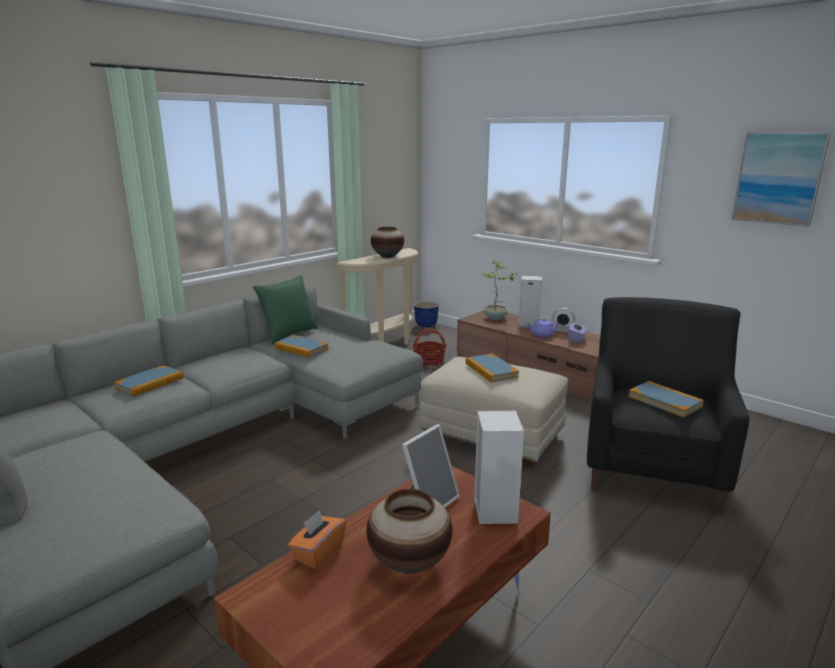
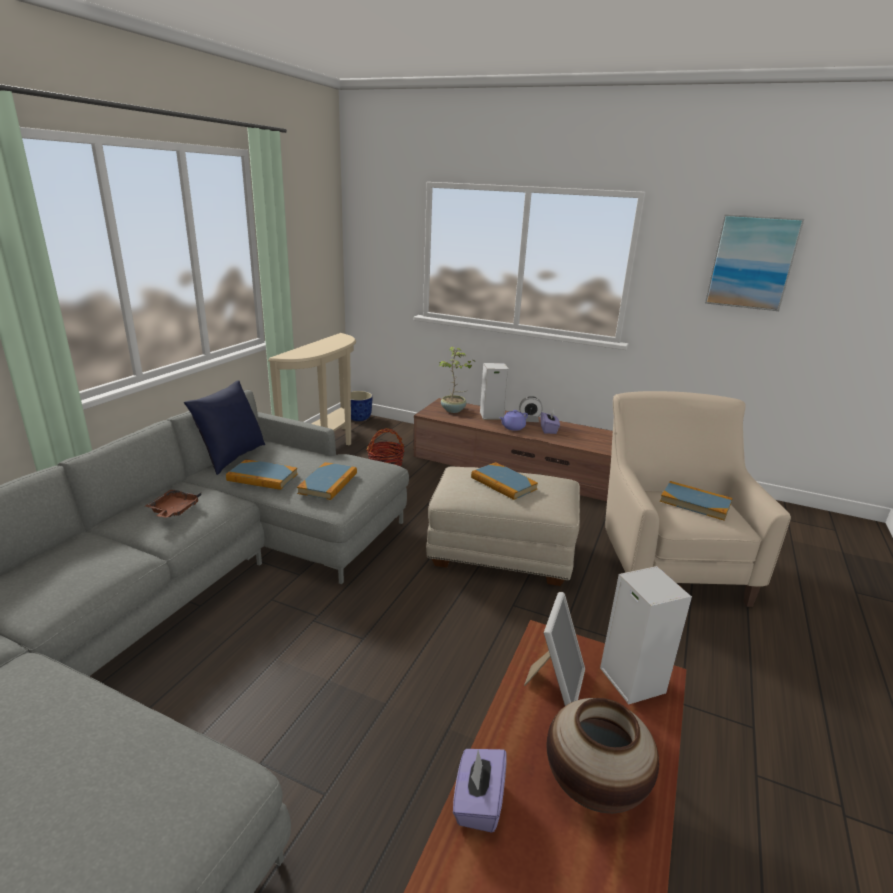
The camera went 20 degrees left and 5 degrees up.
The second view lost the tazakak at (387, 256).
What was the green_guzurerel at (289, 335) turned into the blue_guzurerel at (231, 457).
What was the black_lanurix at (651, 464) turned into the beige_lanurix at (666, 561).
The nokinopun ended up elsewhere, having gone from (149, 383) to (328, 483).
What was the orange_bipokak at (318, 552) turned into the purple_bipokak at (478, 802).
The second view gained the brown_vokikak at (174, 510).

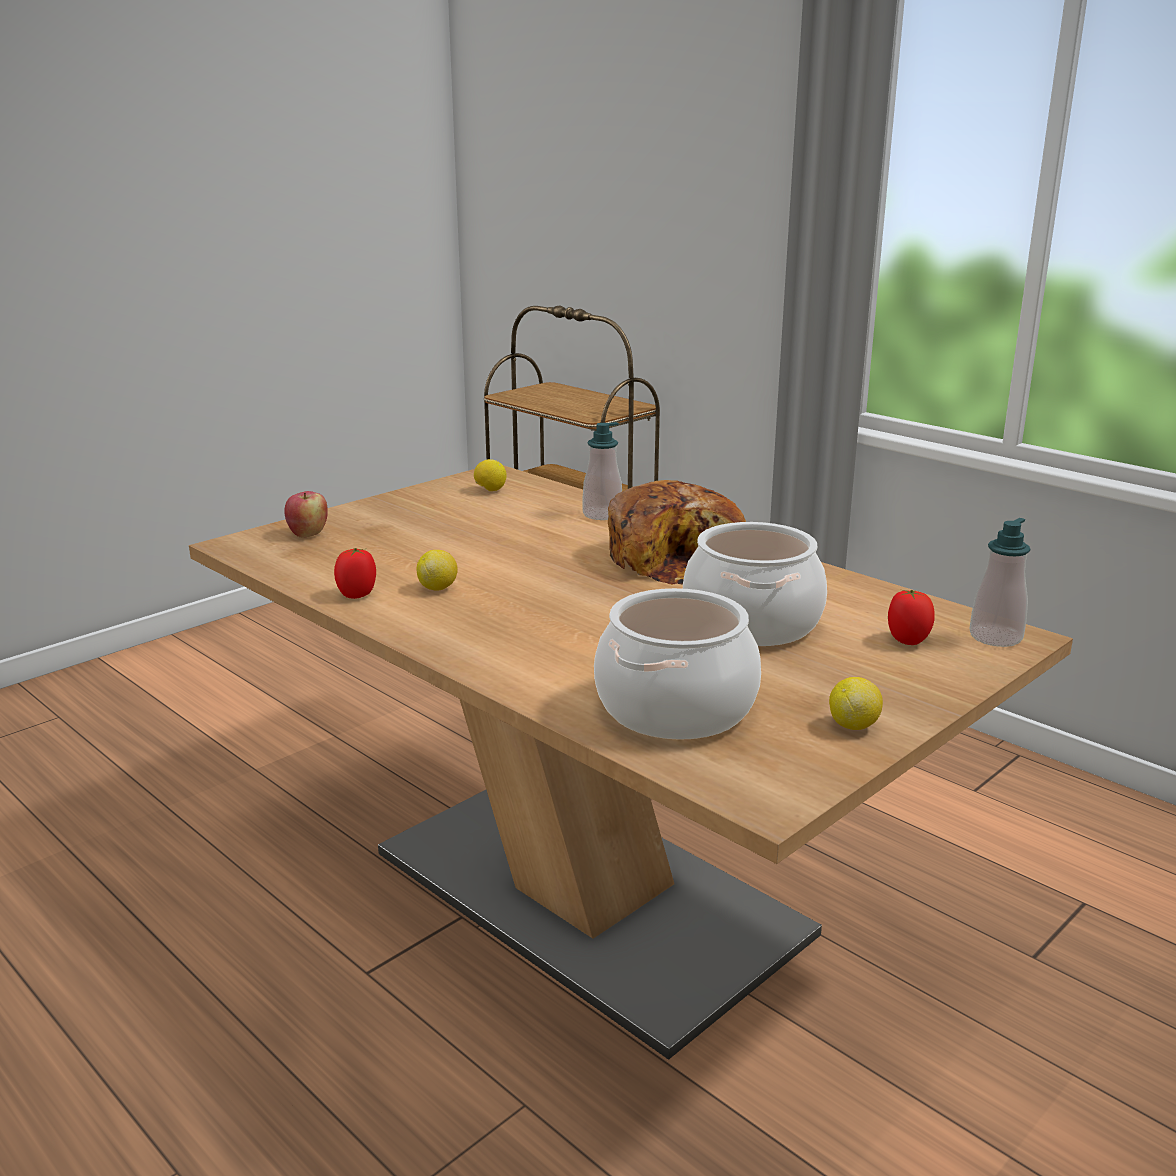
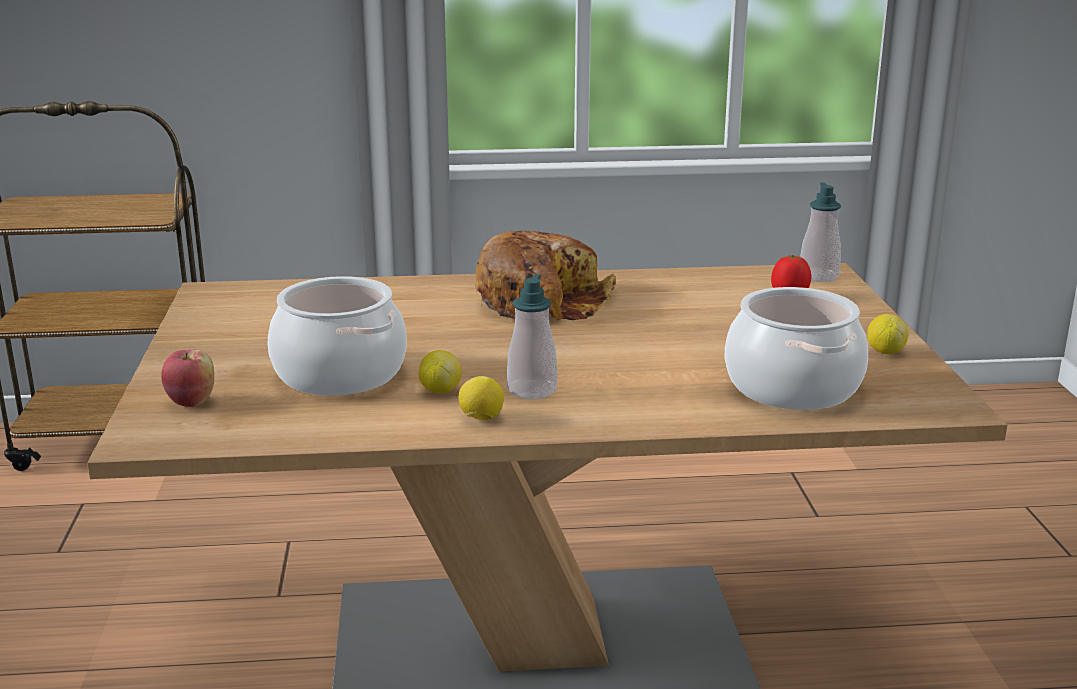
The camera went 50 degrees left and 0 degrees up.
The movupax ended up elsewhere, having gone from (602, 514) to (532, 390).
The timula ended up elsewhere, having gone from (490, 490) to (481, 418).
The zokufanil ended up elsewhere, having gone from (753, 623) to (341, 374).
The second view lost the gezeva at (357, 595).

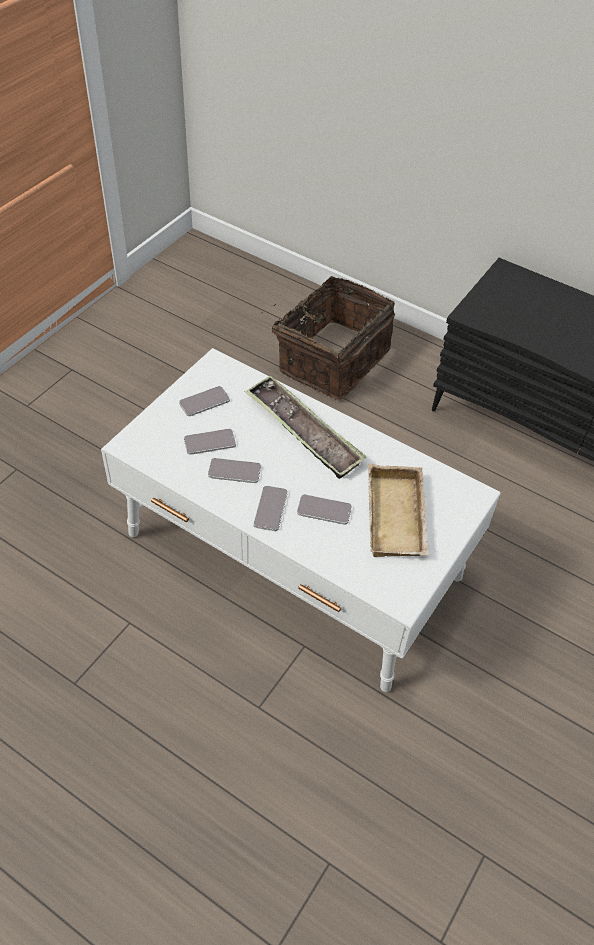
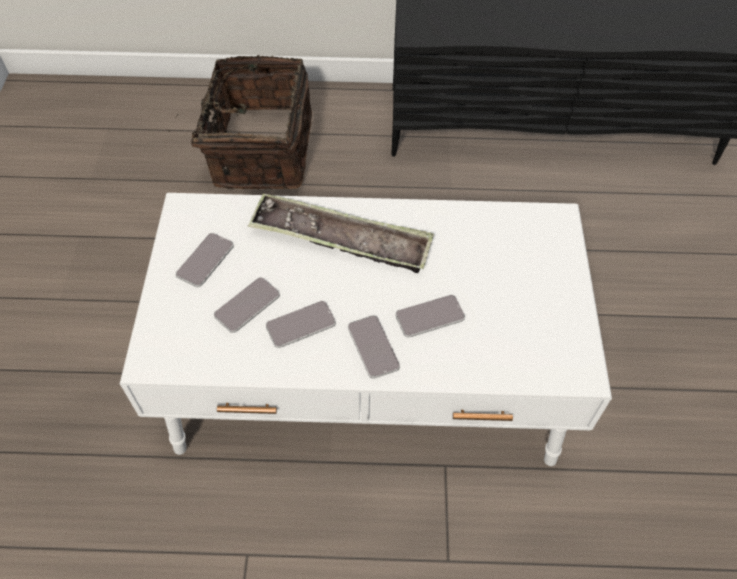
The camera went 30 degrees left and 5 degrees up.
The second view lost the beige_vokikak at (398, 518).

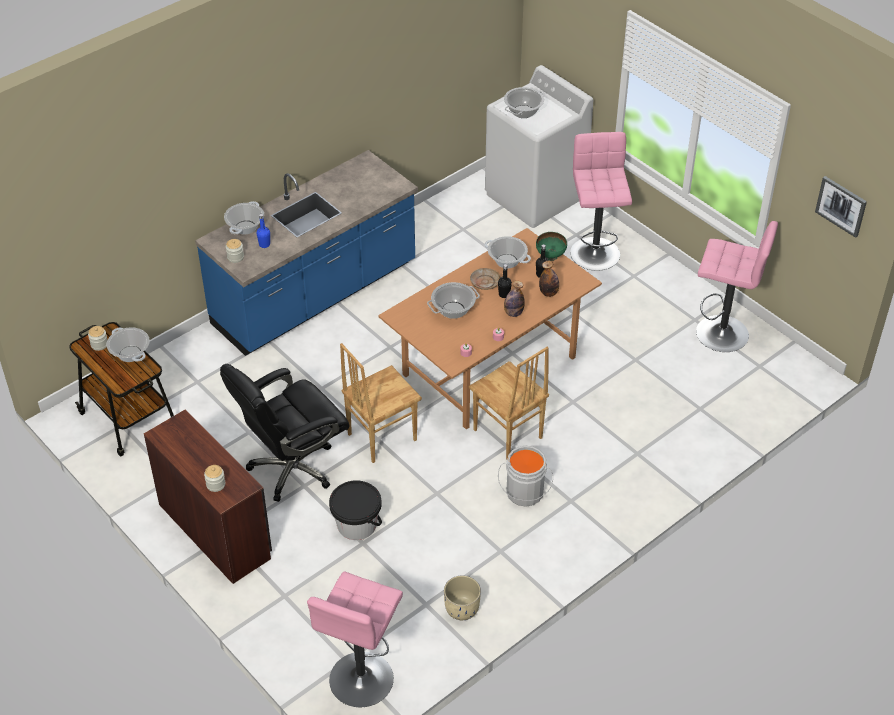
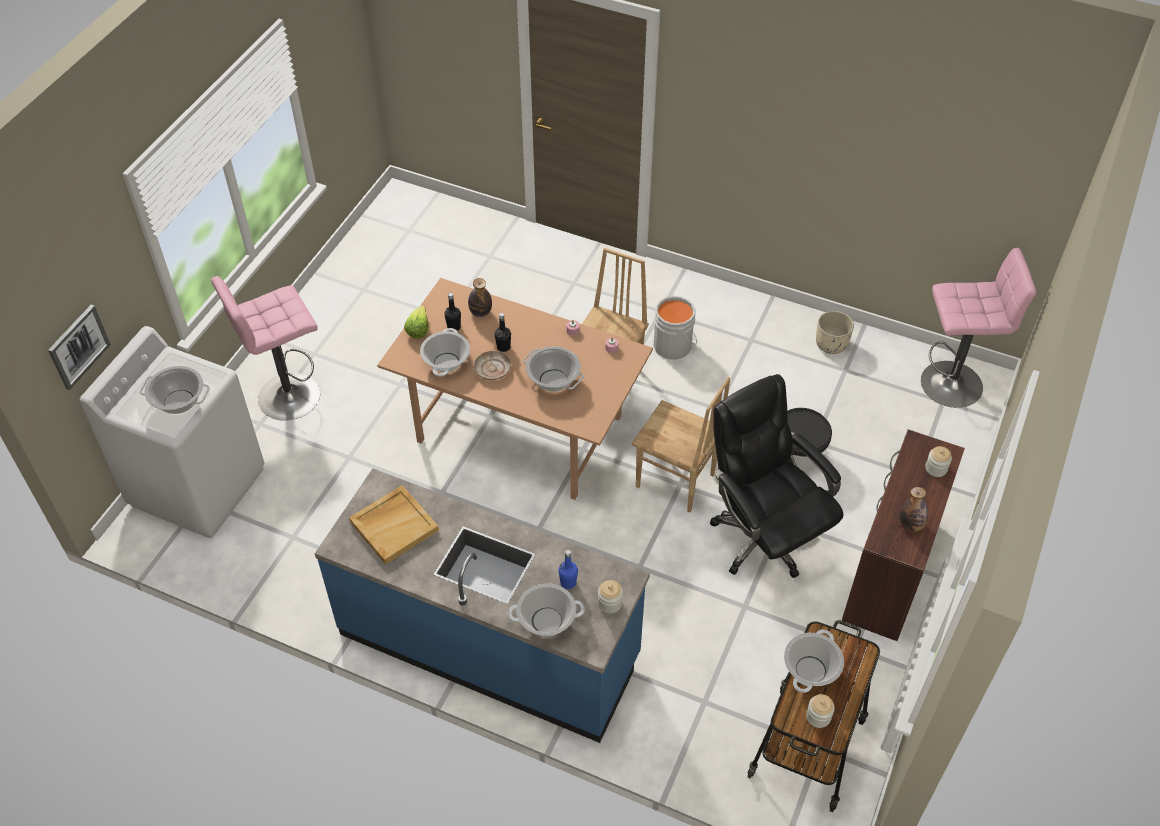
The camera went 115 degrees left and 5 degrees up.
The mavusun ended up elsewhere, having gone from (841, 206) to (78, 346).
The second view lost the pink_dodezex at (722, 334).
Where the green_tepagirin stood at (550, 256), the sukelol came to stand at (418, 329).
The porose ended up elsewhere, having gone from (513, 313) to (910, 525).
The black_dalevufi at (294, 466) ended up facing another way, 150 degrees counterclockwise from before.
The second view gained the beige_vokikak at (394, 525).

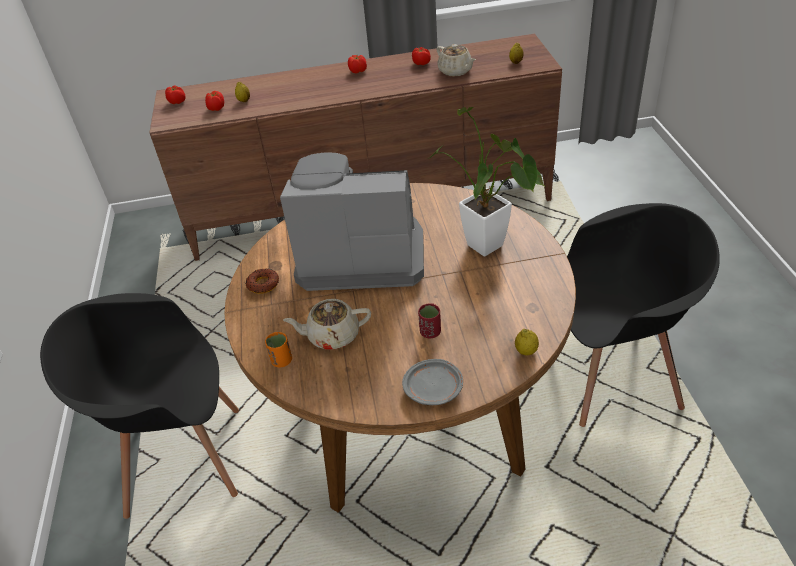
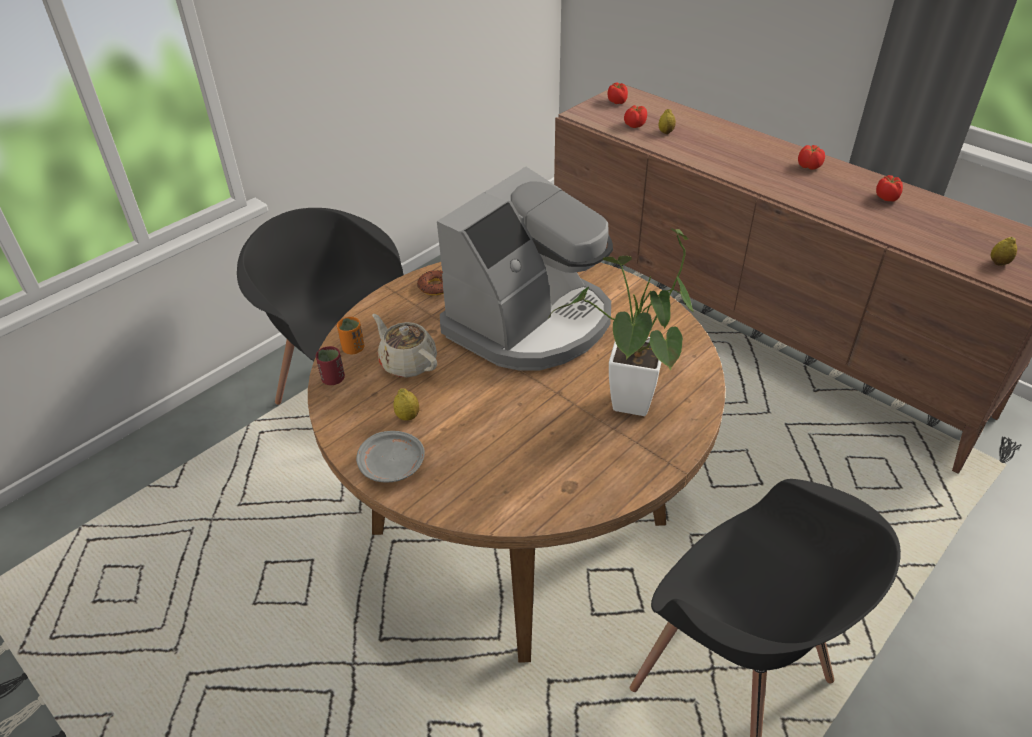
The camera went 50 degrees right and 0 degrees up.
The second view lost the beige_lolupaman at (455, 71).
The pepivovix at (360, 254) ended up facing another way, 75 degrees clockwise from before.
The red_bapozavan ended up elsewhere, having gone from (430, 332) to (333, 379).
The timula ended up elsewhere, having gone from (526, 351) to (407, 416).

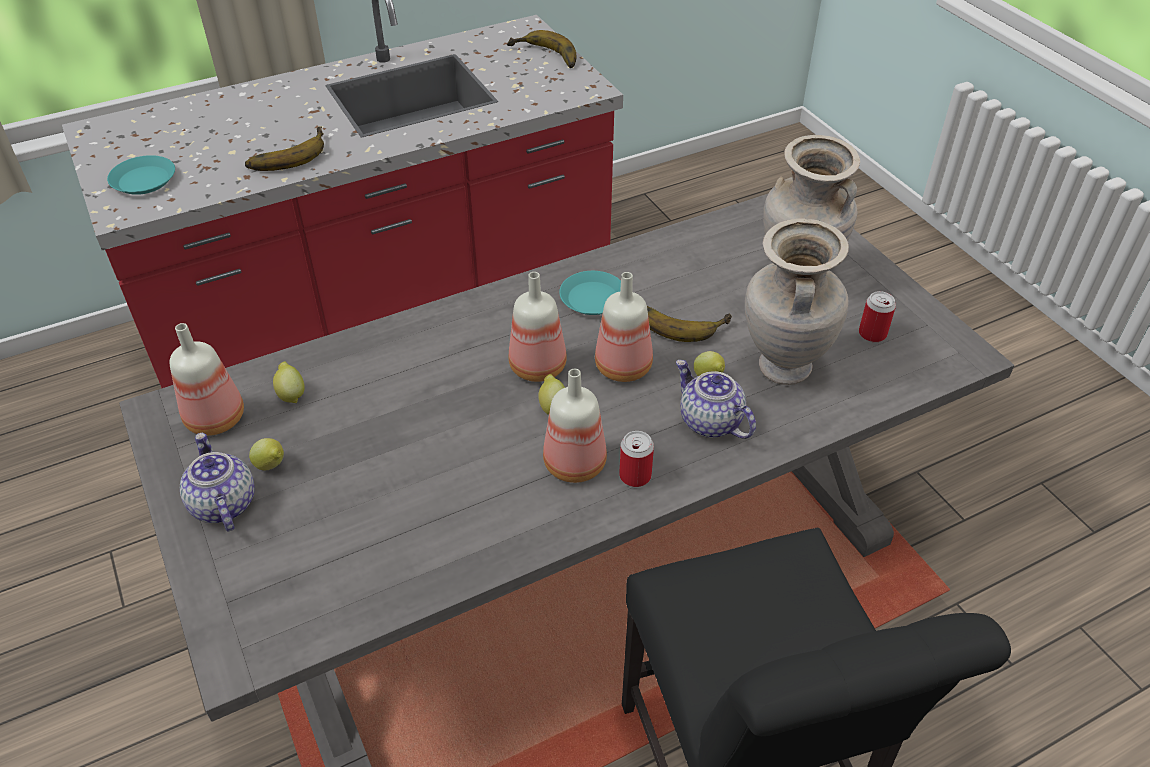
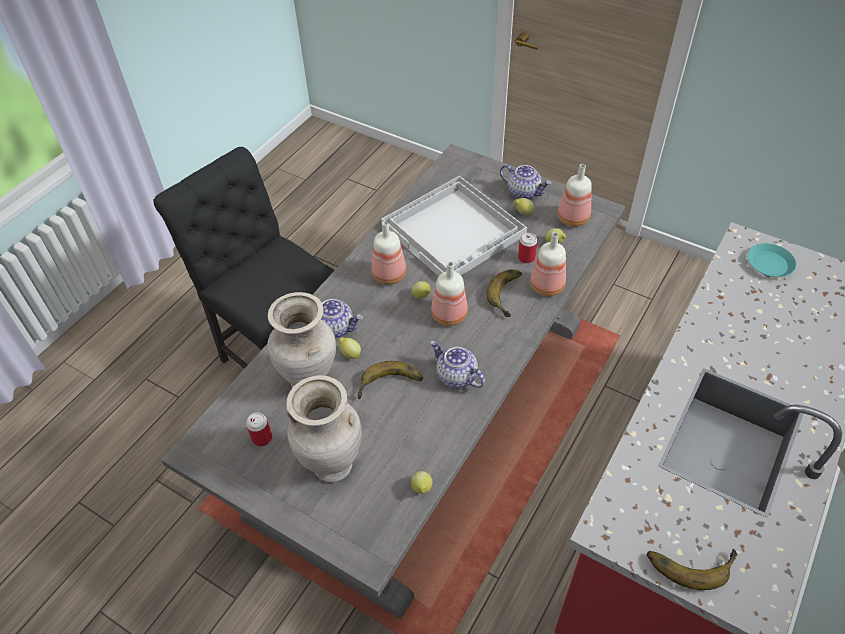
The camera went 150 degrees right and 5 degrees up.
The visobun ended up elsewhere, having gone from (286, 154) to (510, 294).
Where the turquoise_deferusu stood at (592, 298), the lolupaman came to stand at (456, 377).
The porose ended up elsewhere, having gone from (624, 366) to (546, 287).
The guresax ended up elsewhere, having gone from (635, 476) to (526, 258).
The second view gained the white_vokikak at (455, 230).
The second view gained the timula at (422, 489).

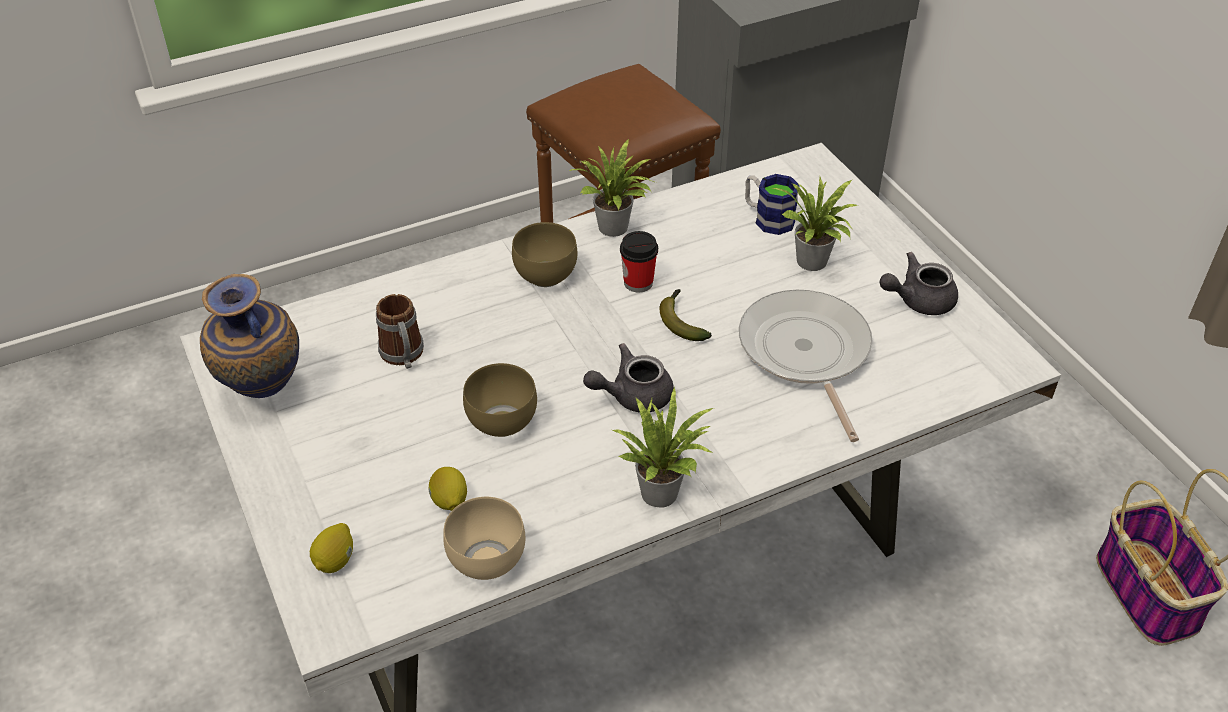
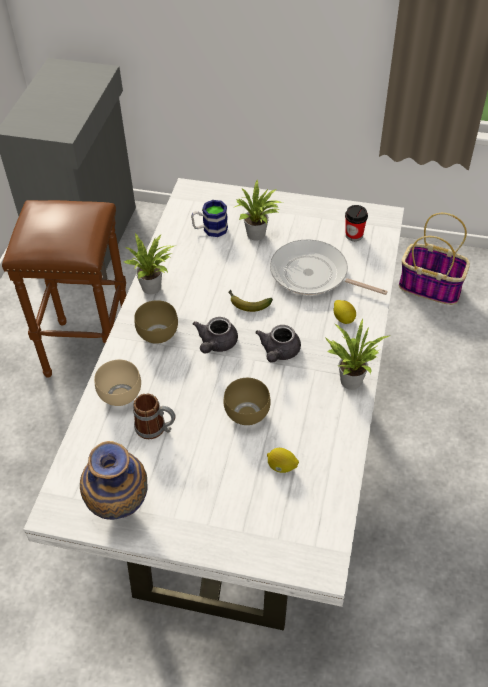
The camera went 50 degrees left and 5 degrees up.
The bapozavan ended up elsewhere, having gone from (638, 282) to (354, 235).
The grey_lolupaman ended up elsewhere, having gone from (918, 300) to (216, 344).
The beige_tepagirin ended up elsewhere, having gone from (485, 559) to (119, 395).
The timula ended up elsewhere, having gone from (335, 560) to (343, 318).

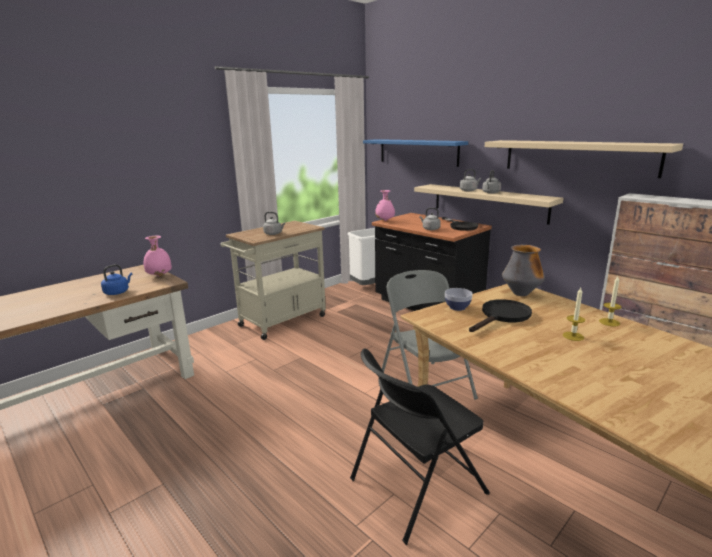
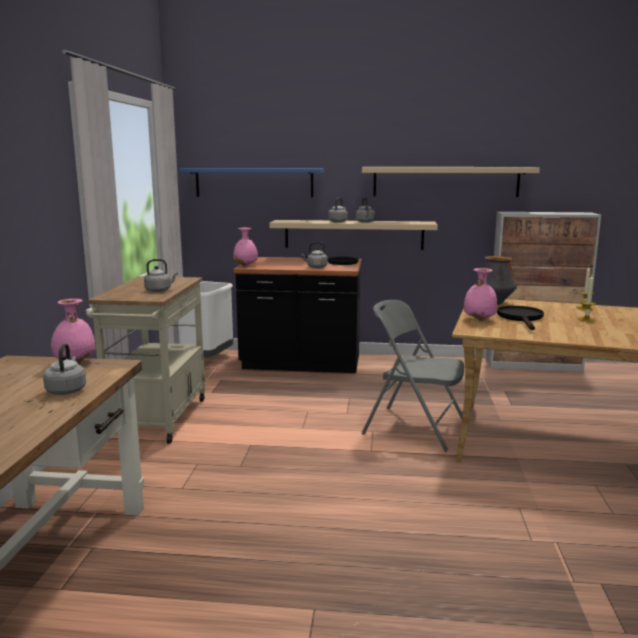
The camera went 40 degrees left and 5 degrees down.
What was the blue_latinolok at (118, 292) turned into the grey_latinolok at (67, 390).
Where the tepagirin stood at (457, 307), the pink_tazakak came to stand at (478, 320).
The second view lost the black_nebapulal at (417, 486).

